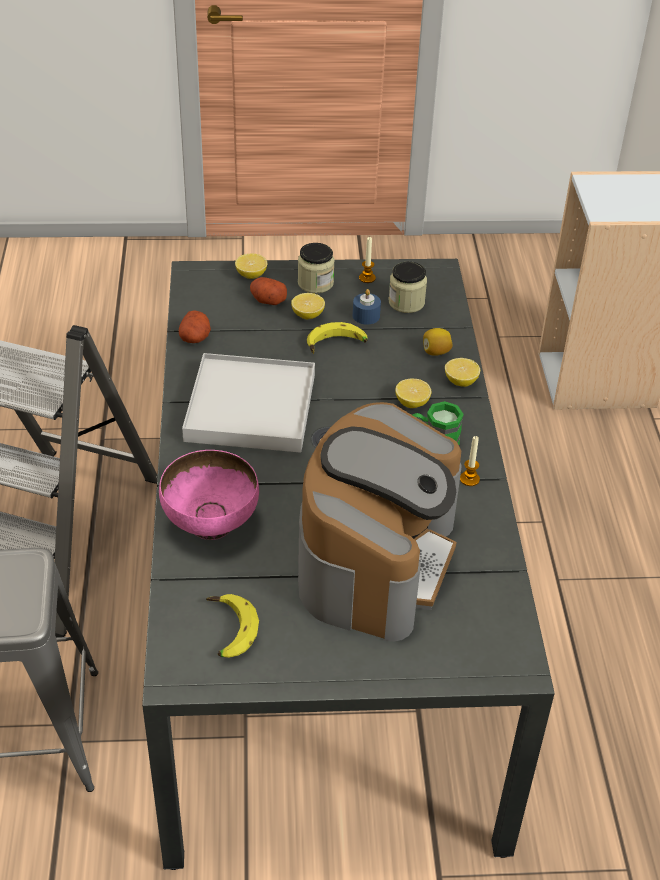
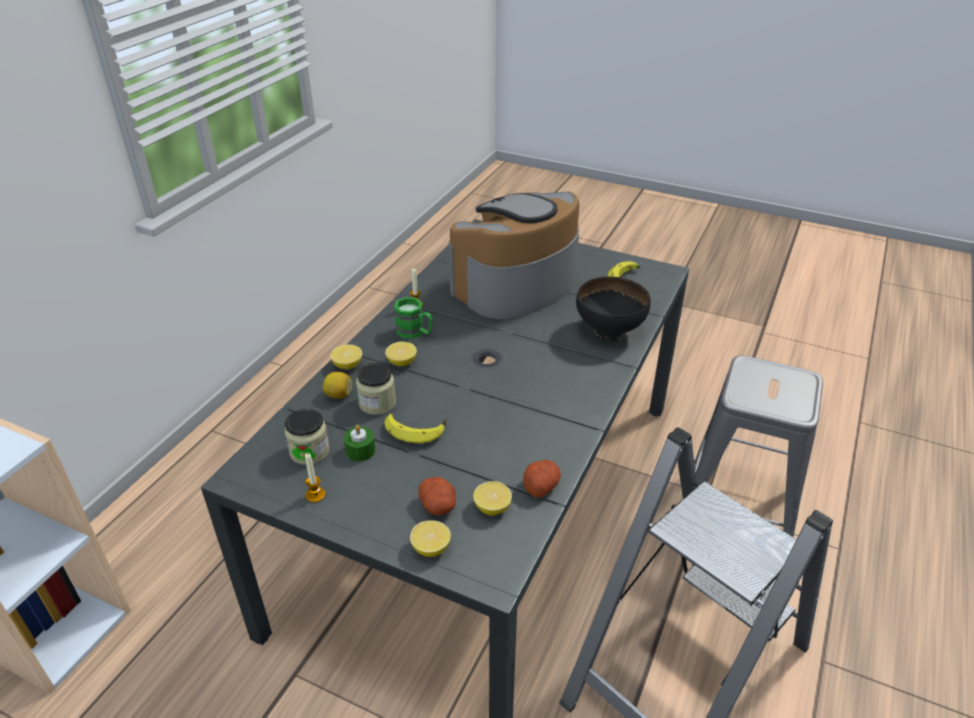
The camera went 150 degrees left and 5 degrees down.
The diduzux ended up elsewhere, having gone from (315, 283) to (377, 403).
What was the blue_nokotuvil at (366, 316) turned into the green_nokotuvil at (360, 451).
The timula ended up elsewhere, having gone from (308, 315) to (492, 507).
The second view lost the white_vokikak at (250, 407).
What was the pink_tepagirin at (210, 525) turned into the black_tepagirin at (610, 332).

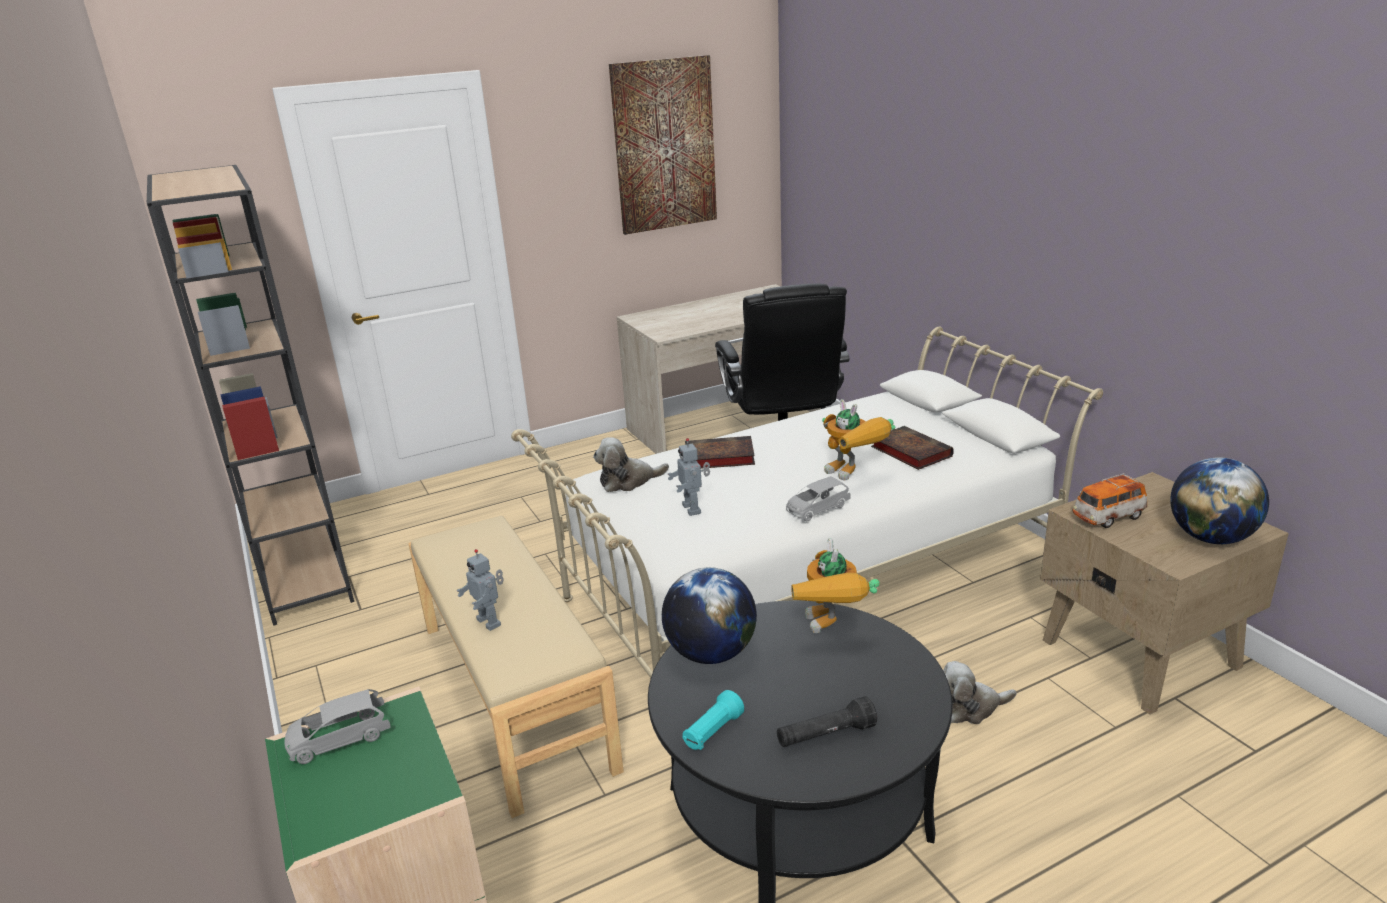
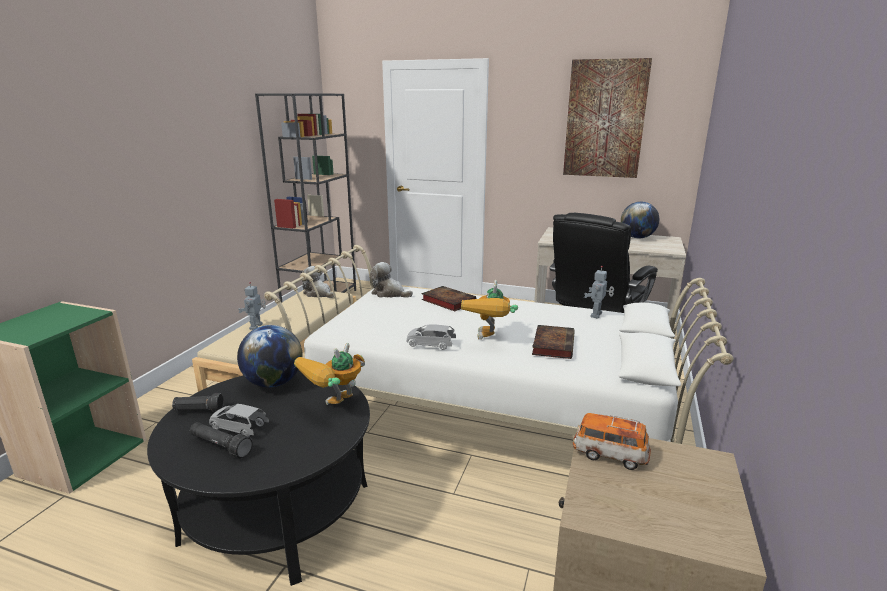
The camera went 45 degrees right and 5 degrees down.
The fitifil ended up elsewhere, having gone from (693, 509) to (597, 315).
The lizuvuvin ended up elsewhere, having gone from (1210, 538) to (637, 237).
The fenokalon ended up elsewhere, having gone from (971, 707) to (318, 294).
The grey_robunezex ended up elsewhere, having gone from (339, 739) to (239, 427).
What was the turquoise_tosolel at (712, 732) turned into the black_tosolel at (199, 411).

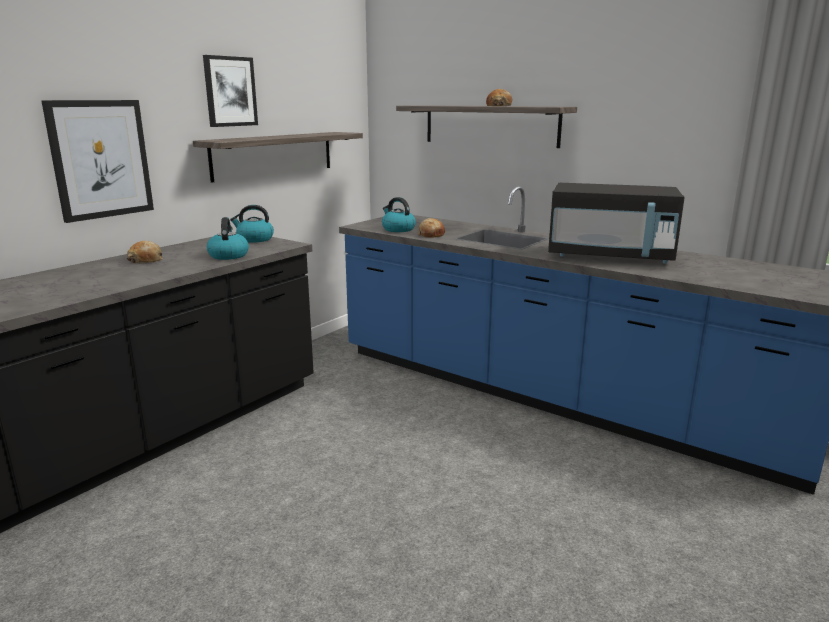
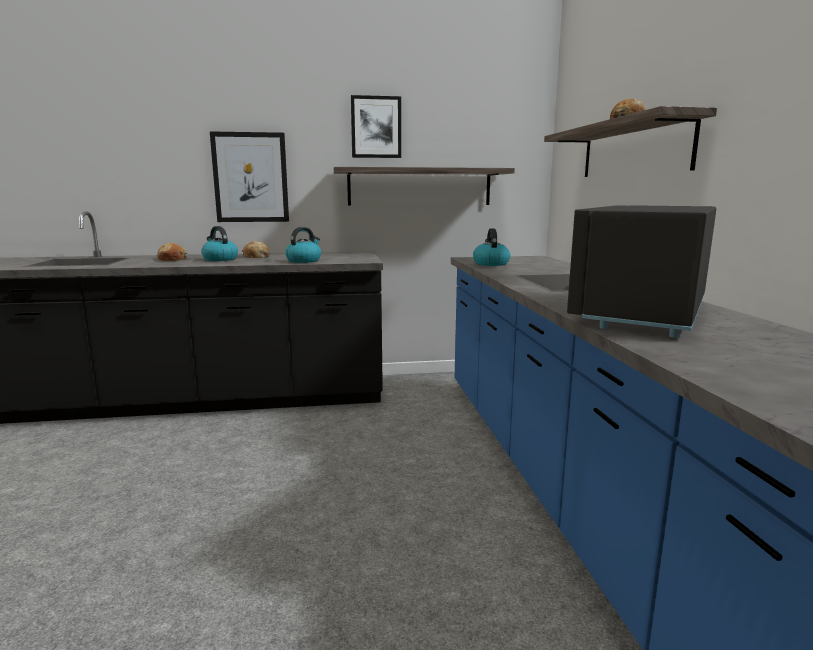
The camera went 45 degrees right and 5 degrees down.
The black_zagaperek at (609, 256) ended up facing another way, 60 degrees clockwise from before.
The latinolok ended up elsewhere, having gone from (254, 239) to (219, 259).
The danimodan ended up elsewhere, having gone from (431, 235) to (172, 259).

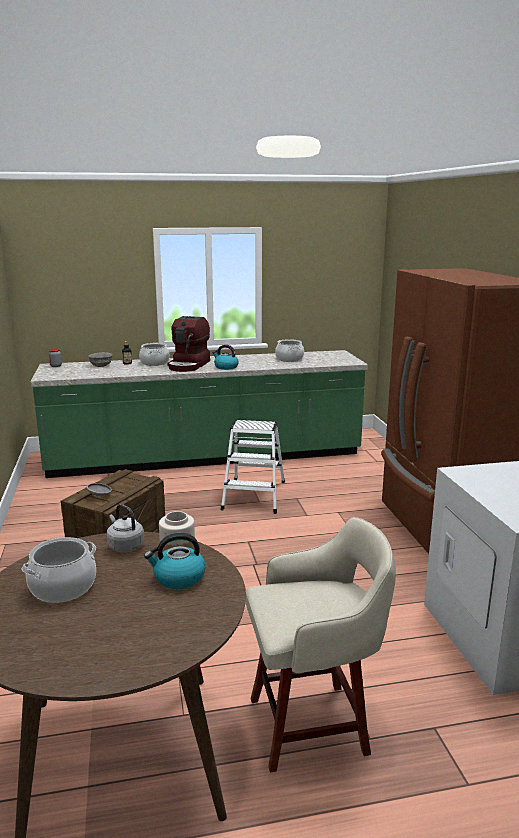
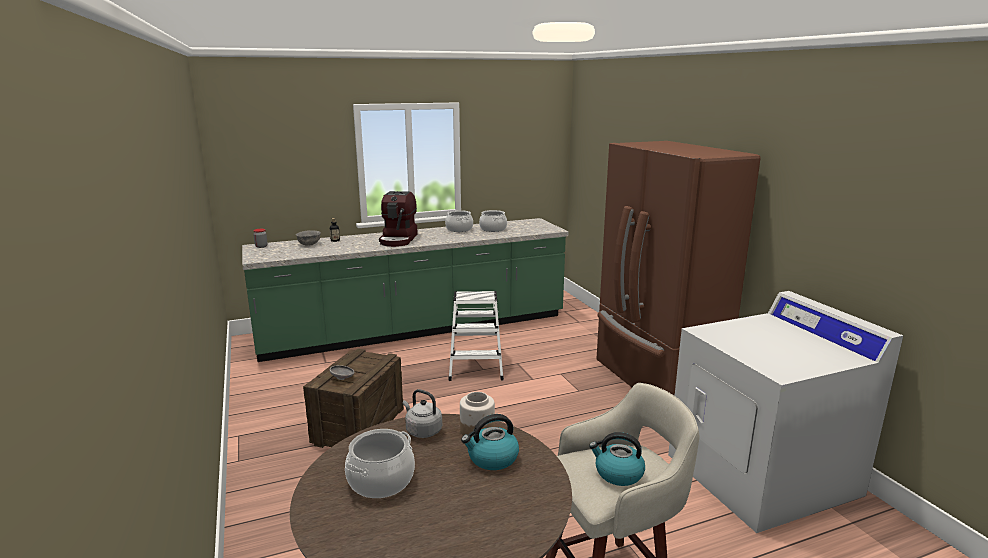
The camera went 10 degrees left and 0 degrees up.
The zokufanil ended up elsewhere, having gone from (155, 363) to (459, 229).
The latinolok ended up elsewhere, having gone from (225, 367) to (618, 474).

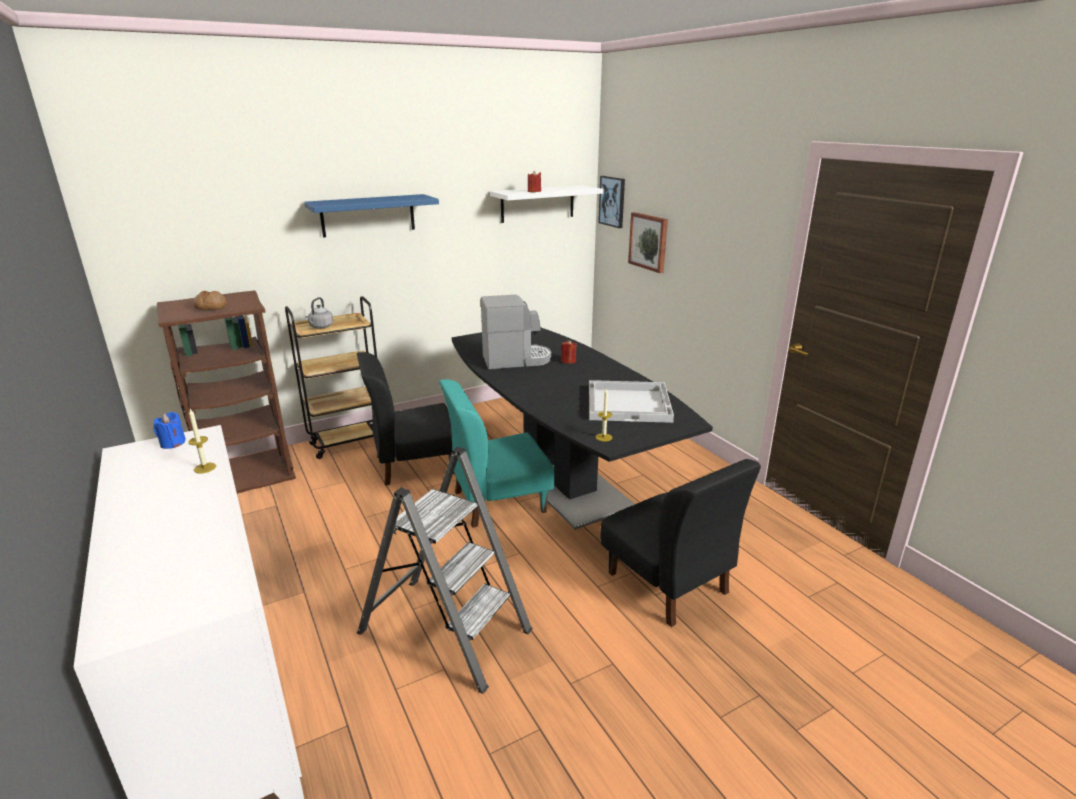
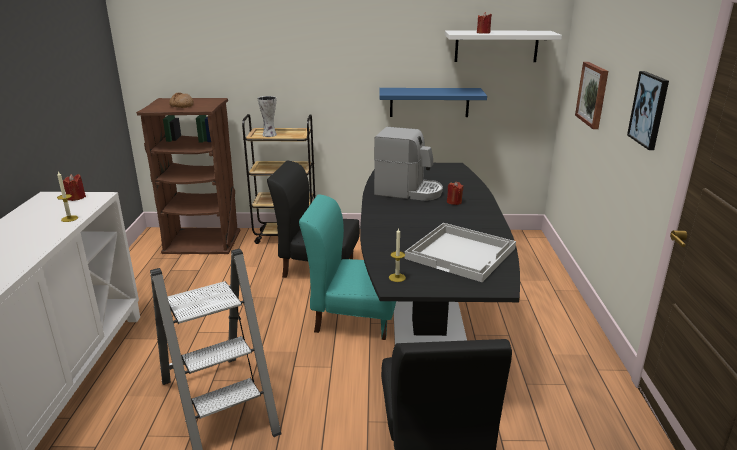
The camera went 30 degrees right and 0 degrees up.
The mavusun ended up elsewhere, having gone from (612, 201) to (649, 109).
The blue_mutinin ended up elsewhere, having gone from (368, 215) to (429, 102).
Where the grey_latinolok stood at (320, 327), the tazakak came to stand at (269, 135).
What was the blue_nokotuvil at (172, 443) turned into the red_nokotuvil at (76, 198).

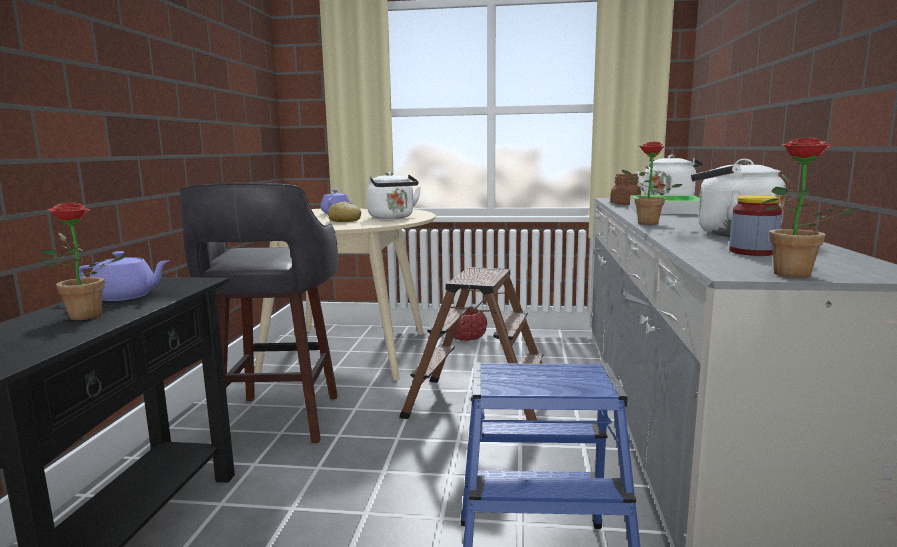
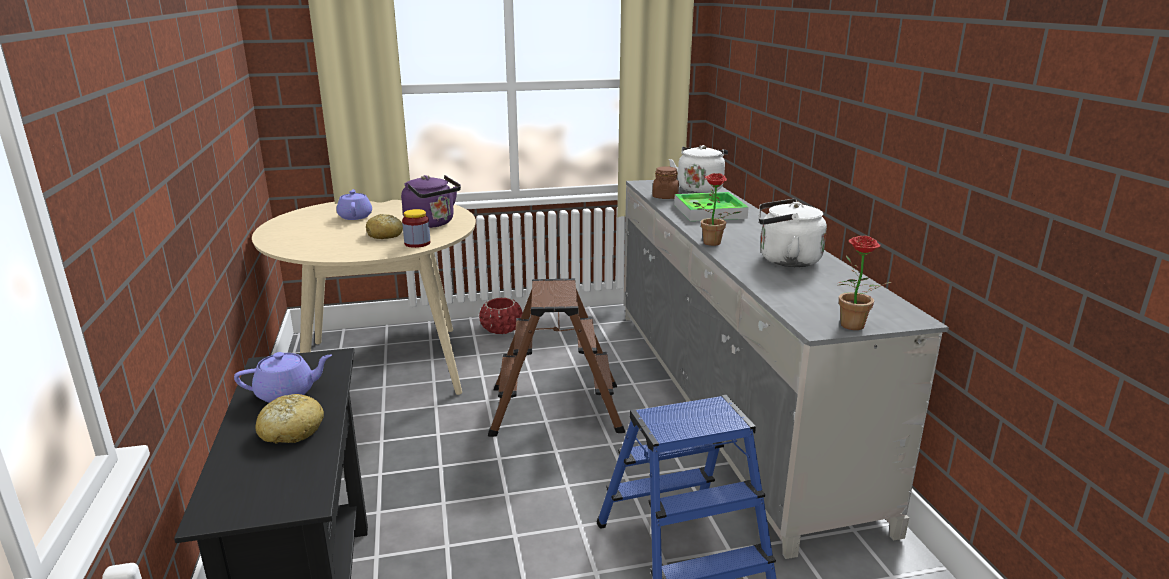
The camera went 20 degrees left and 10 degrees up.
What was the white_latinolok at (392, 217) turned into the purple_latinolok at (432, 224).
The second view lost the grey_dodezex at (278, 422).
The diduzux ended up elsewhere, having gone from (752, 252) to (417, 243).
Where the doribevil stood at (84, 318), the danimodan came to stand at (291, 431).

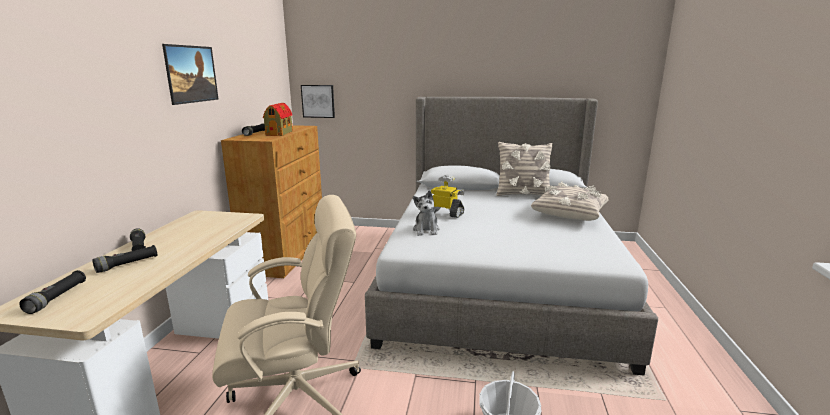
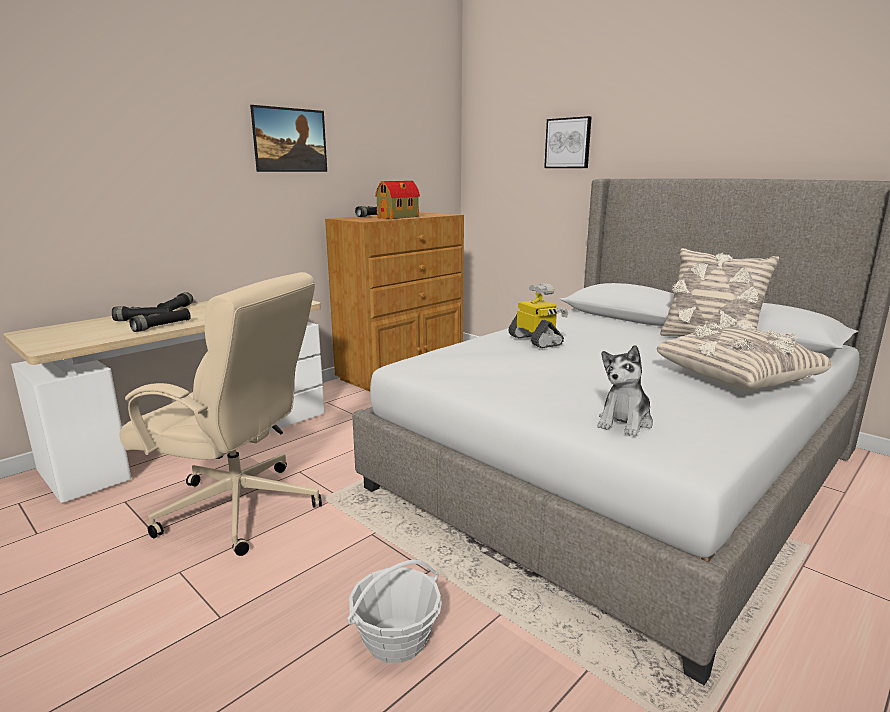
The camera went 35 degrees right and 0 degrees up.
The mavusun ended up elsewhere, having gone from (318, 101) to (568, 143).
The fenokalon ended up elsewhere, having gone from (426, 230) to (625, 422).
The black_tosolel ended up elsewhere, having gone from (57, 298) to (162, 326).

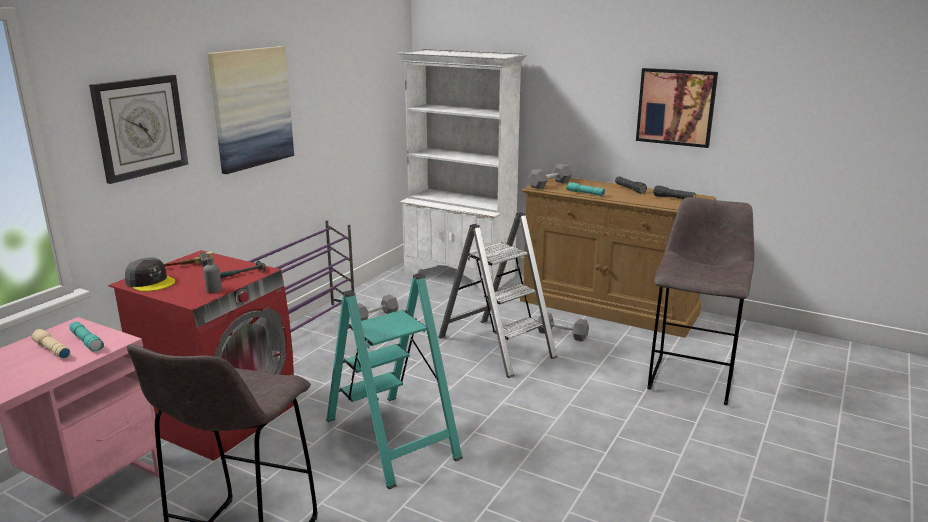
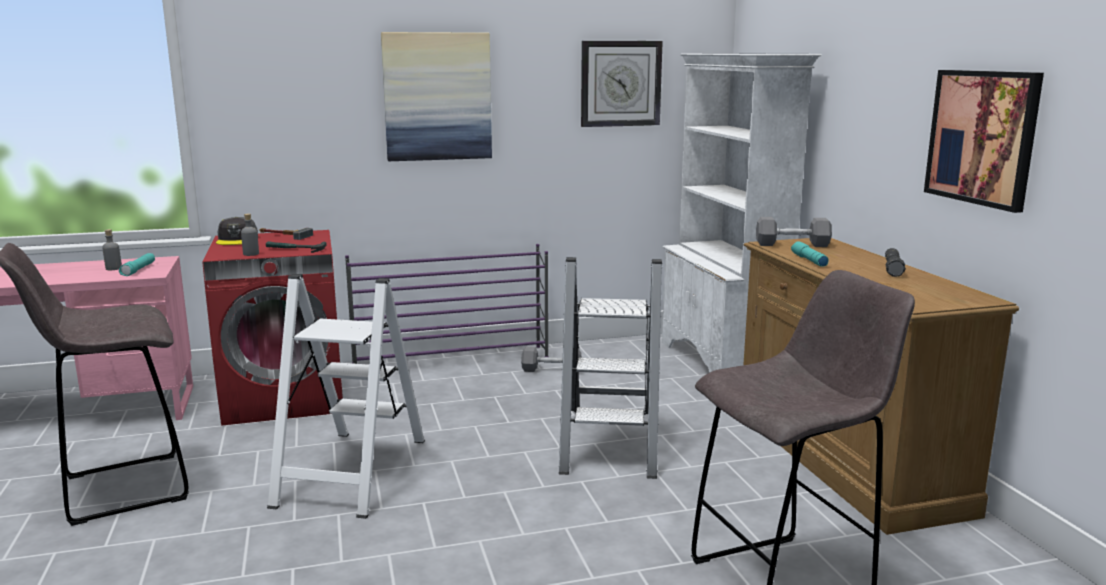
The camera went 45 degrees right and 5 degrees down.
The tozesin ended up elsewhere, having gone from (140, 127) to (620, 83).
The second view lost the black_tosolel at (673, 198).
What was the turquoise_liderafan at (392, 439) turned into the white_liderafan at (350, 473).
The second view lost the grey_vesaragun at (562, 334).
Where the beige_tosolel stood at (51, 350), the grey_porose came to stand at (113, 268).

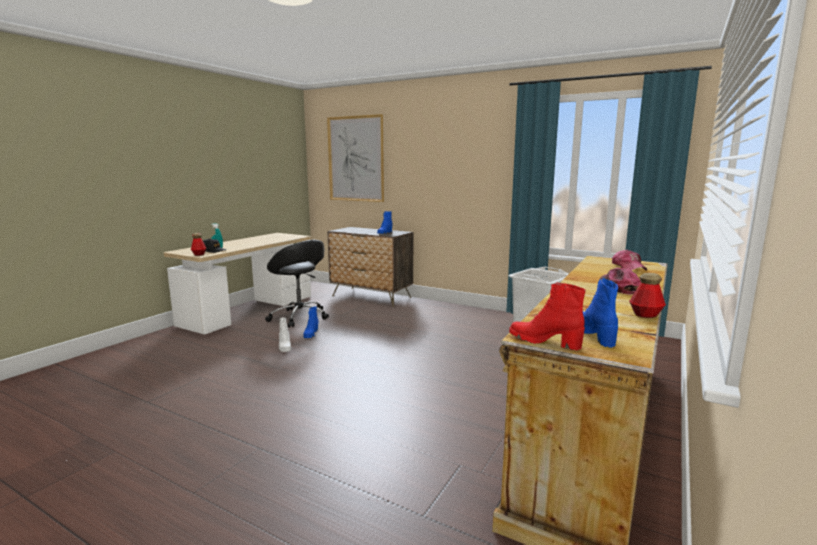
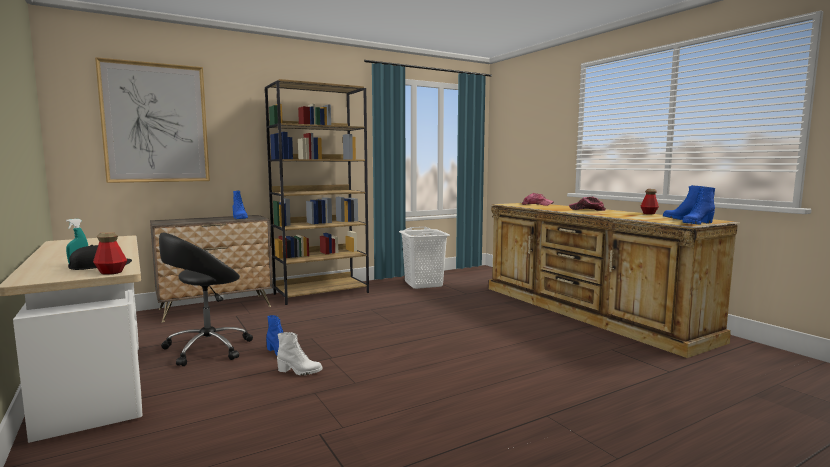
The camera went 60 degrees left and 5 degrees down.
The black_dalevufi at (300, 317) ended up facing another way, 150 degrees clockwise from before.
What was the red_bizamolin at (544, 342) turned into the blue_bizamolin at (697, 223).
The second view gained the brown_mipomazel at (322, 293).

